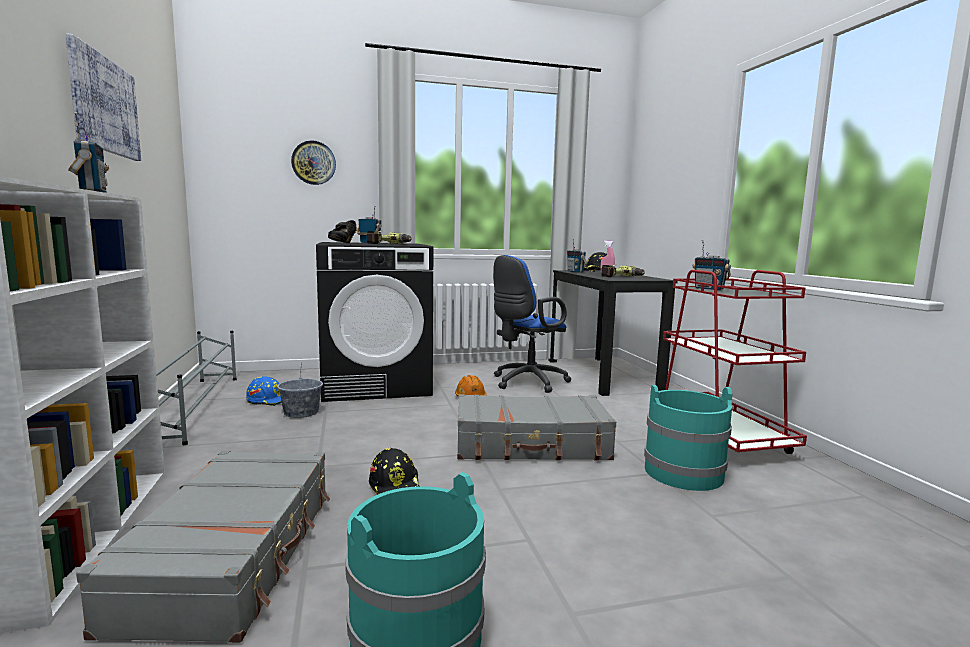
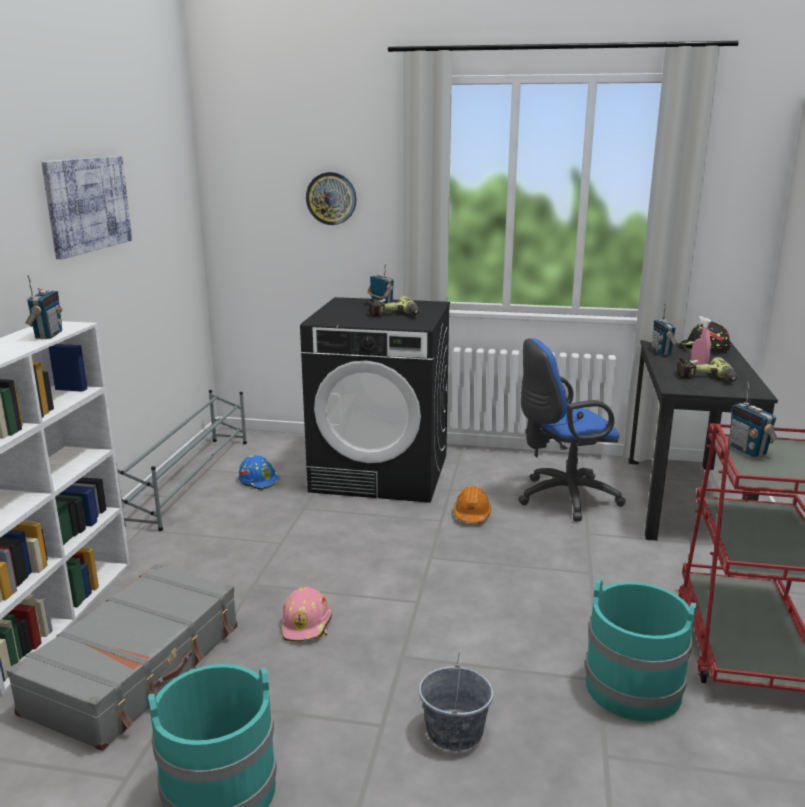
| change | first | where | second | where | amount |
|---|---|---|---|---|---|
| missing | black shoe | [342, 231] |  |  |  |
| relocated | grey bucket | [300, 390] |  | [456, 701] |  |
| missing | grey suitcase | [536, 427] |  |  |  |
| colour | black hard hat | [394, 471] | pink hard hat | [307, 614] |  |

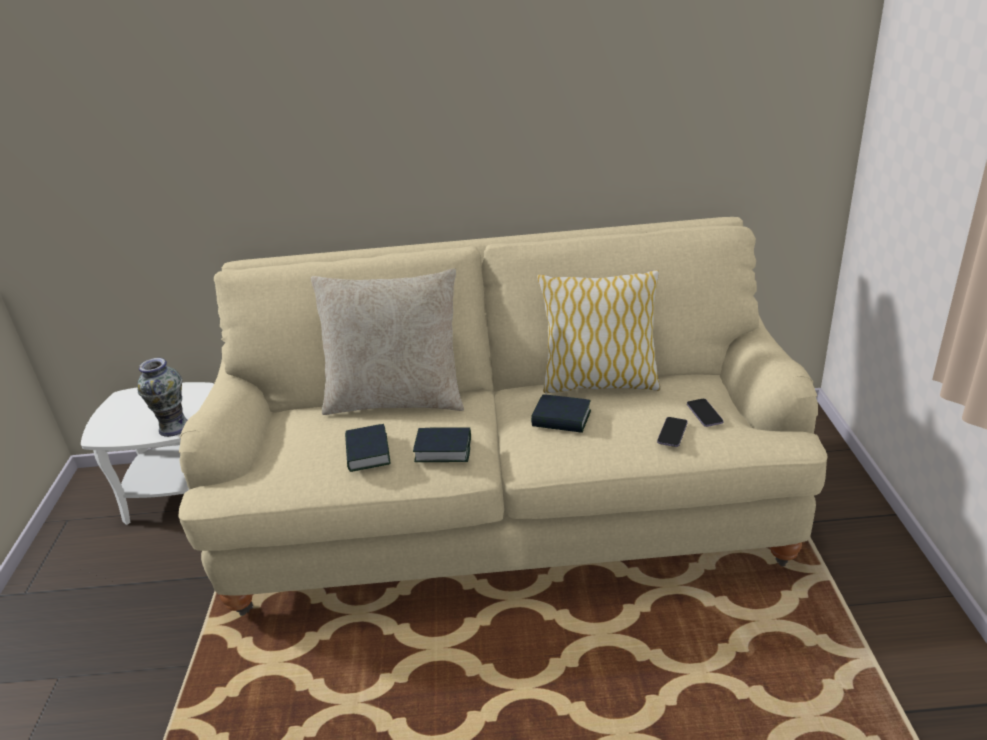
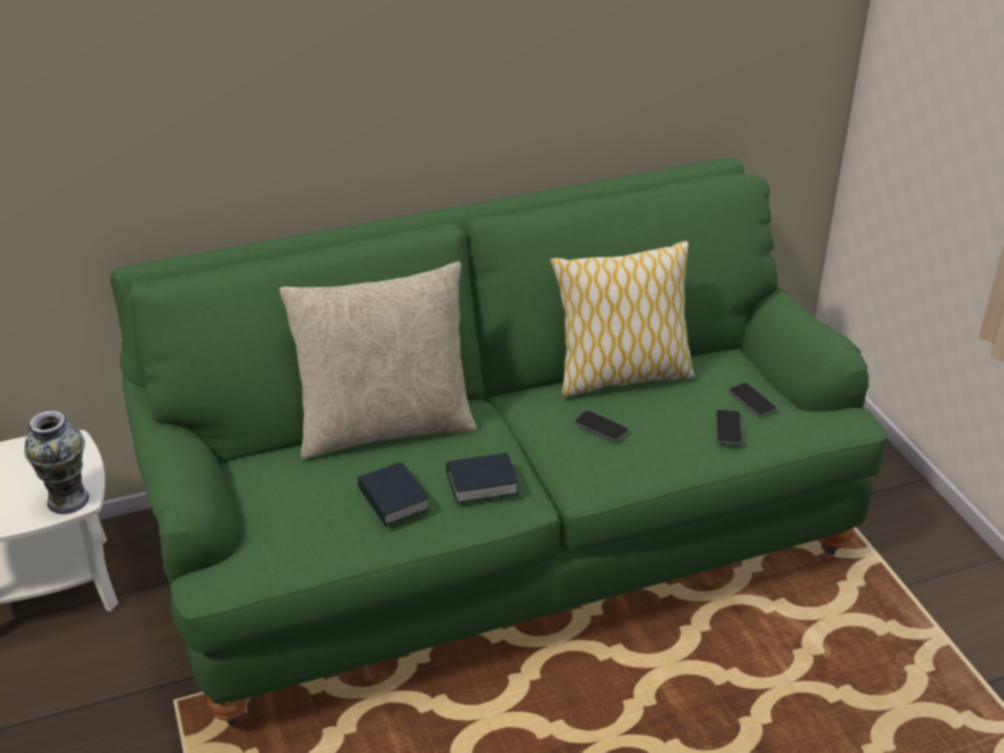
| change | first | where | second | where | amount |
|---|---|---|---|---|---|
| colour | beige sofa | [503, 416] | green sofa | [498, 442] |  |
| exchanged | book | [561, 413] | phone | [601, 426] |  |

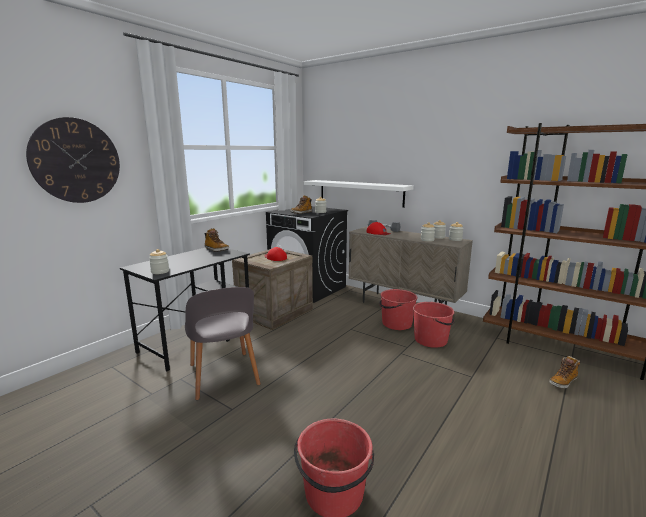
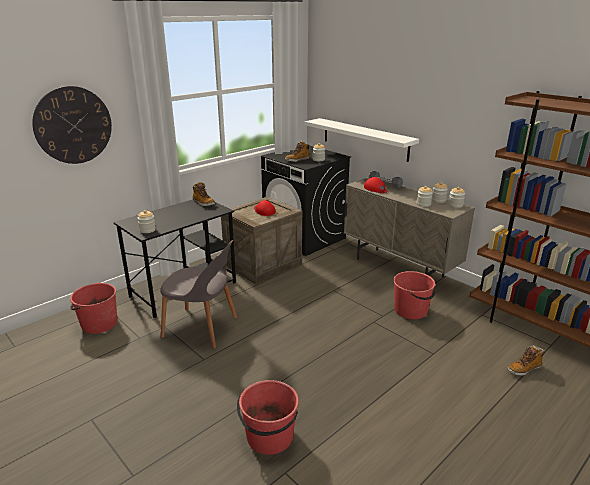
| change | first | where | second | where | amount |
|---|---|---|---|---|---|
| spun | grey chair | [223, 343] |  | [198, 294] | 60 degrees counterclockwise |
| relocated | red bucket | [398, 309] |  | [93, 308] |  |

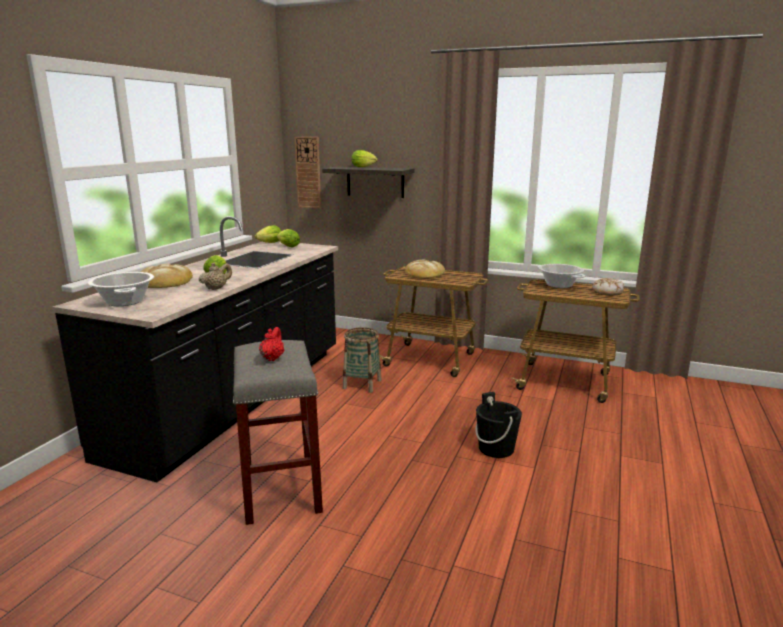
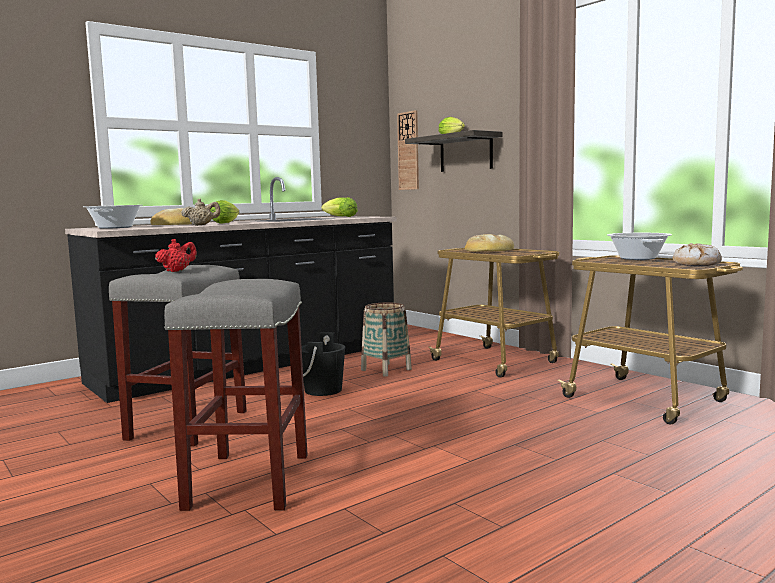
| change | first | where | second | where | amount |
|---|---|---|---|---|---|
| relocated | black bucket | [498, 425] |  | [323, 364] |  |
| appeared |  |  | grey stool | [236, 395] |  |

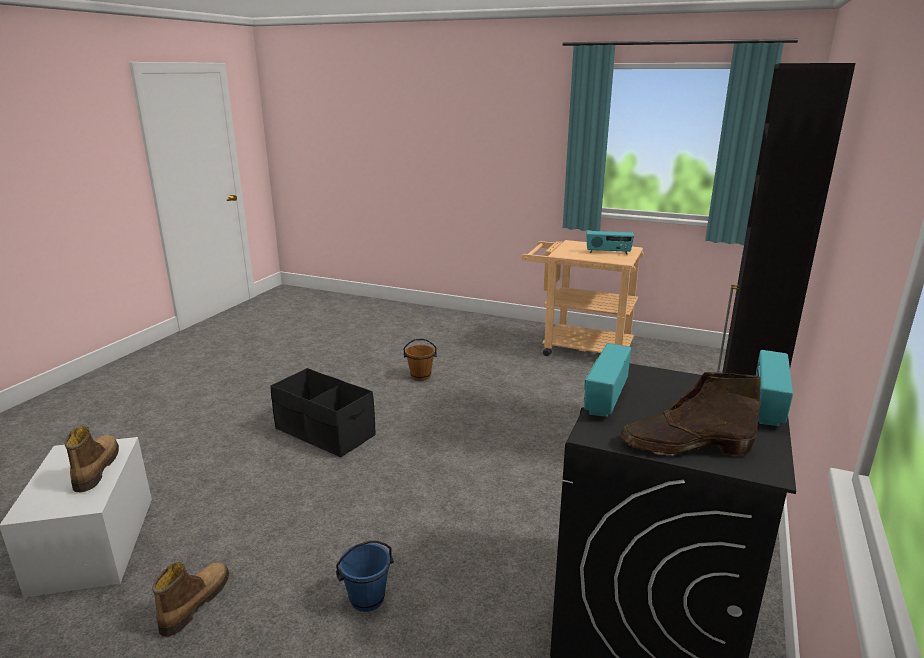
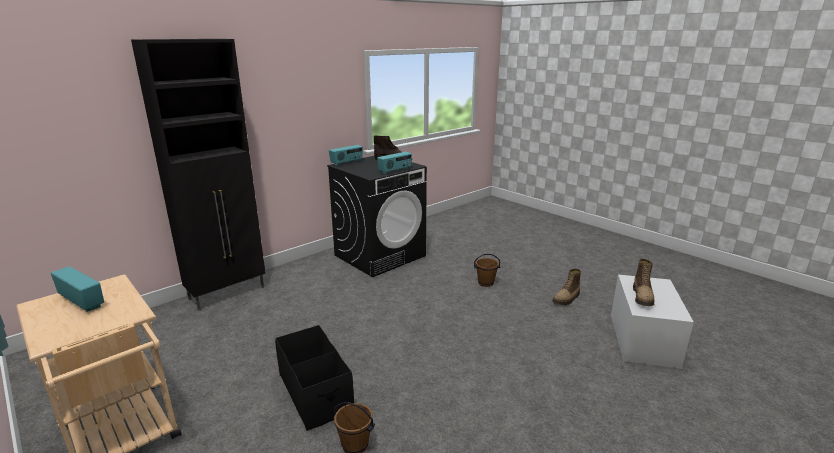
| change | first | where | second | where | amount |
|---|---|---|---|---|---|
| relocated | black storage box | [322, 413] |  | [314, 378] |  |
| colour | blue bucket | [365, 576] | brown bucket | [487, 270] |  |

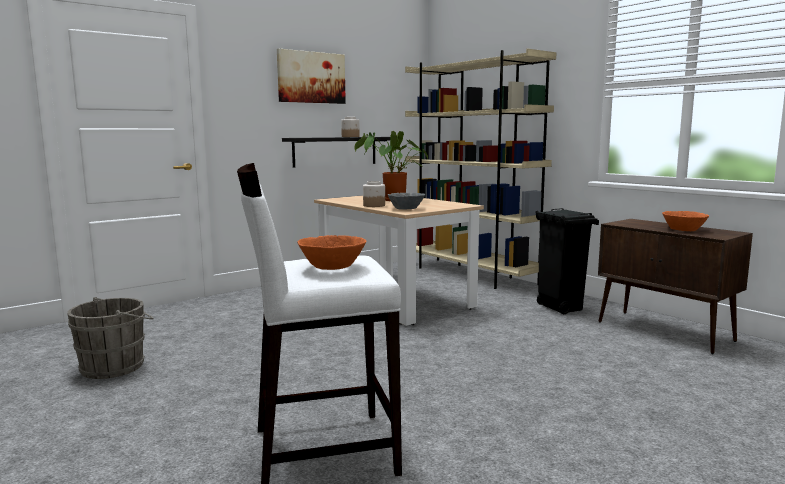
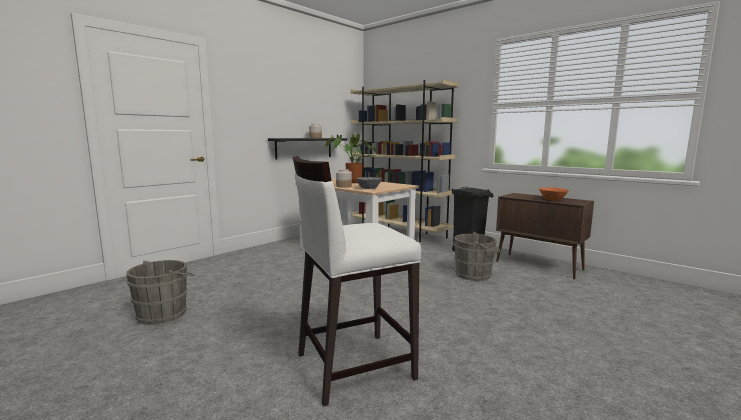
| change | first | where | second | where | amount |
|---|---|---|---|---|---|
| missing | picture | [311, 76] |  |  |  |
| missing | orange bowl | [332, 252] |  |  |  |
| appeared |  |  | grey bucket | [476, 256] |  |

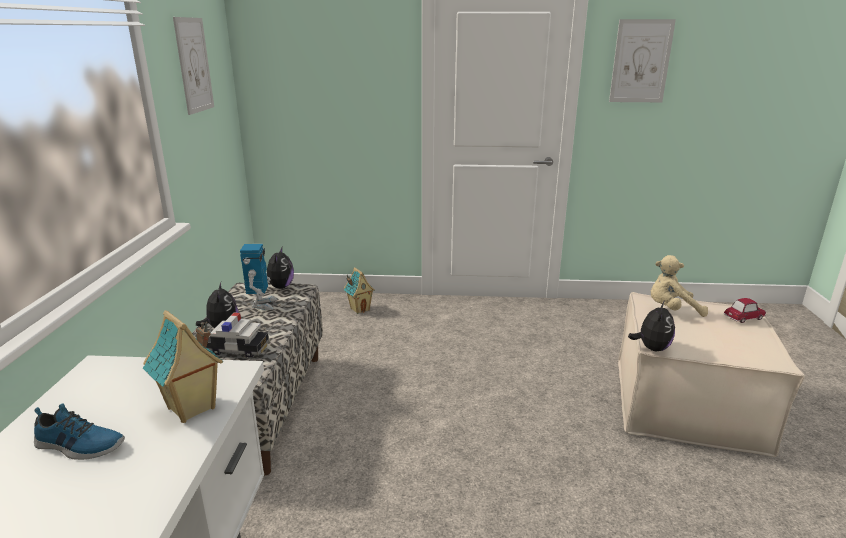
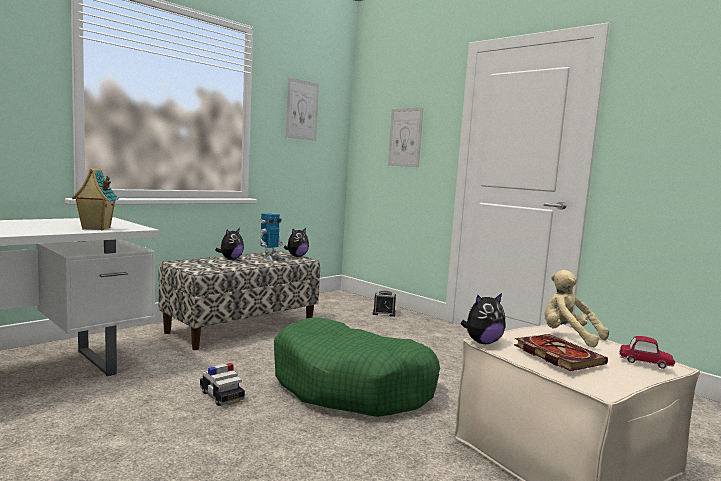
| change | first | where | second | where | amount |
|---|---|---|---|---|---|
| relocated | picture | [642, 60] |  | [405, 137] |  |
| exchanged | toy house | [359, 290] | alarm clock | [384, 304] |  |
| relocated | toy car | [238, 335] |  | [222, 384] |  |
| missing | shoe | [79, 431] |  |  |  |
| appeared |  |  | green dog bed | [357, 367] |  |
| appeared |  |  | book | [561, 352] |  |

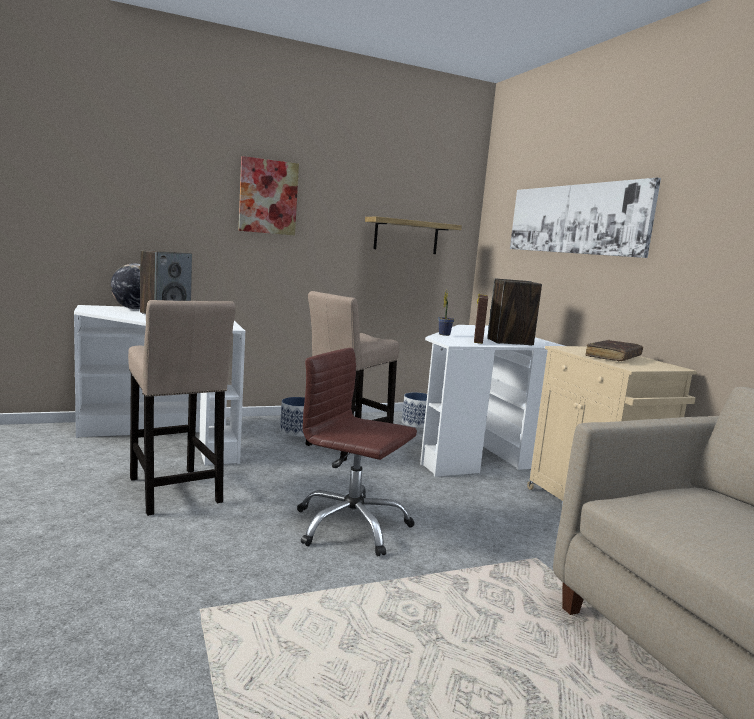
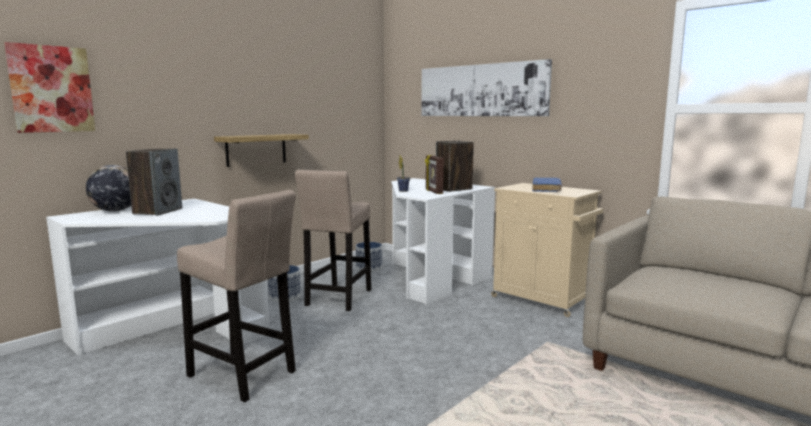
| change | first | where | second | where | amount |
|---|---|---|---|---|---|
| relocated | picture | [269, 195] |  | [49, 87] |  |
| relocated | shelf | [413, 235] |  | [261, 150] |  |
| colour | brown book | [614, 350] | blue book | [547, 185] |  |
| missing | brown office chair | [357, 452] |  |  |  |

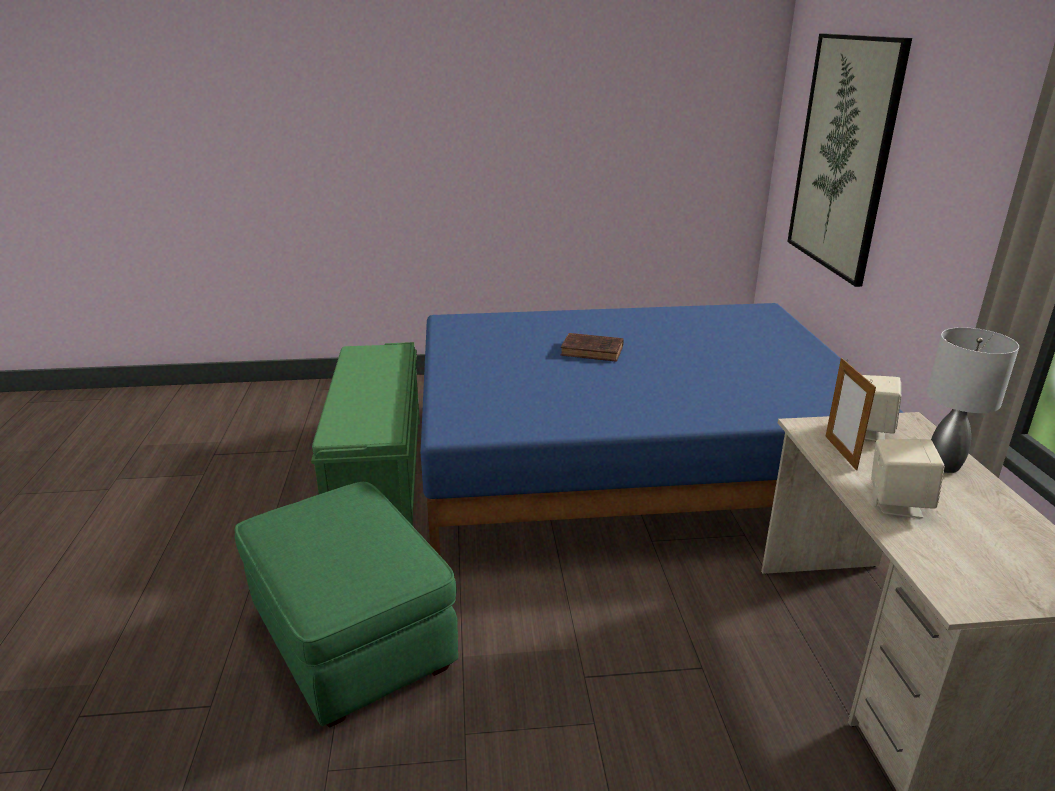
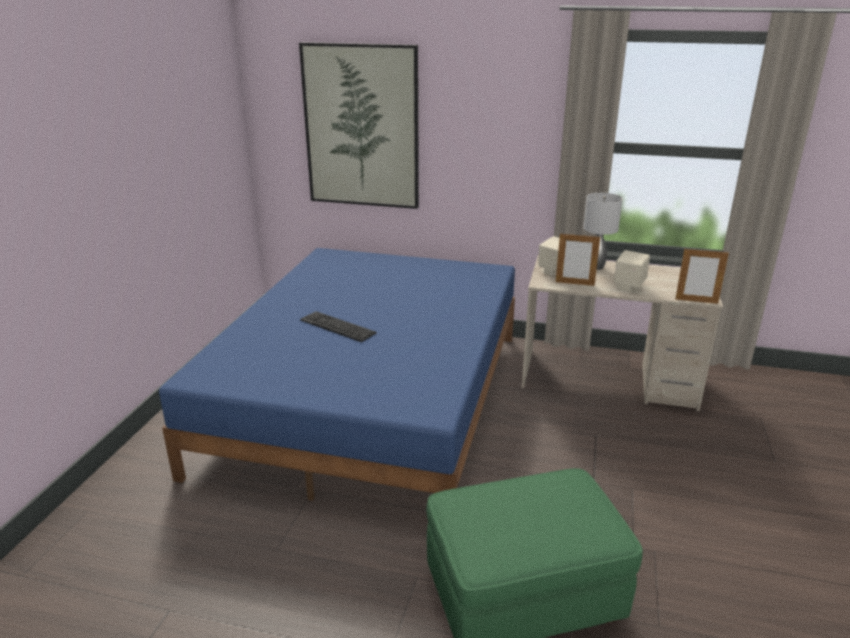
| change | first | where | second | where | amount |
|---|---|---|---|---|---|
| exchanged | brown book | [592, 347] | keyboard | [338, 326] |  |
| missing | green bench | [365, 434] |  |  |  |
| appeared |  |  | picture frame | [702, 275] |  |

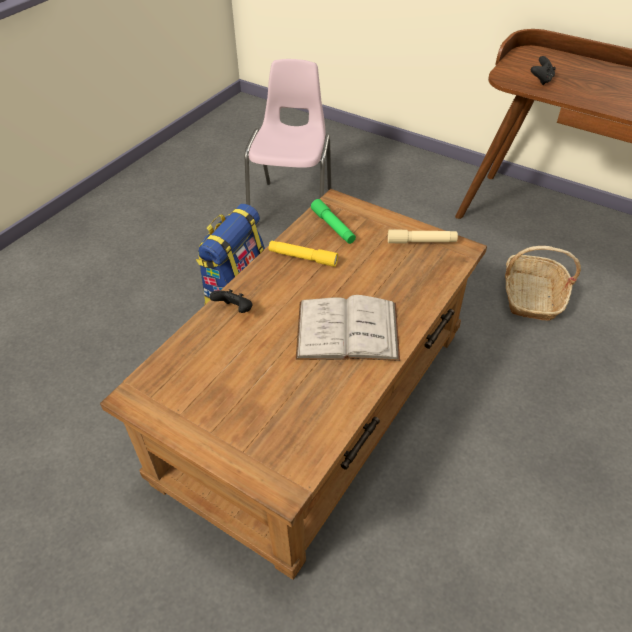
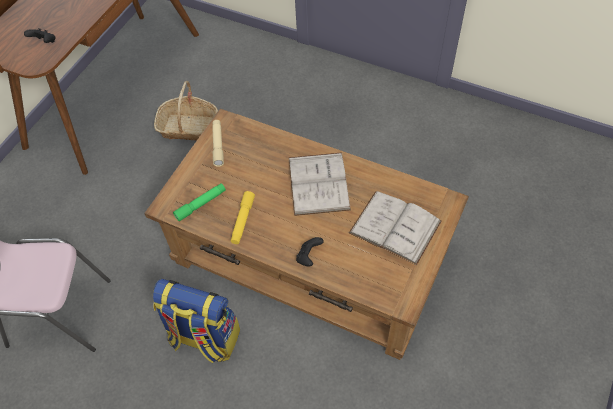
| change | first | where | second | where | amount |
|---|---|---|---|---|---|
| appeared |  |  | white book | [395, 228] |  |

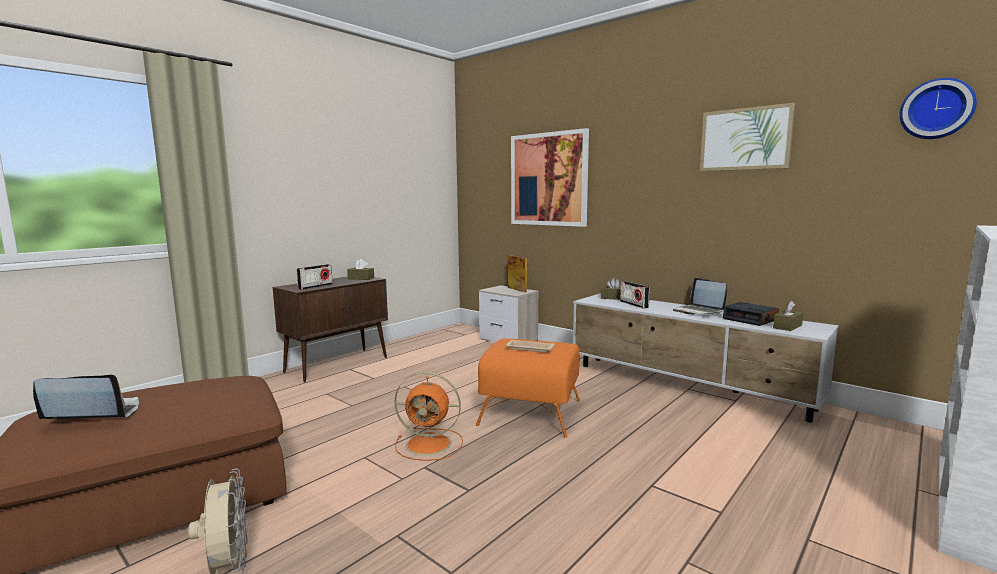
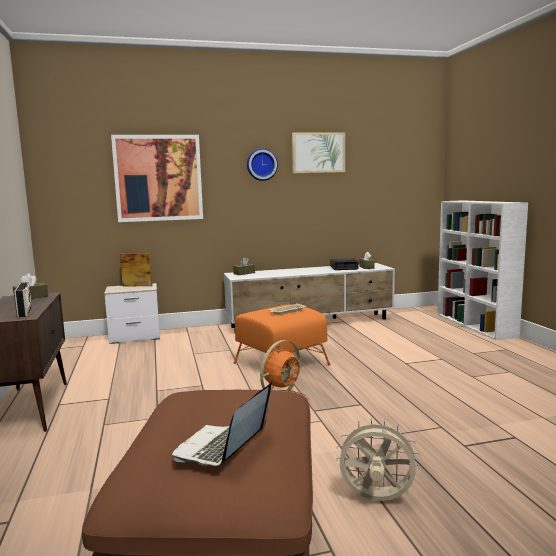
| change | first | where | second | where | amount |
|---|---|---|---|---|---|
| relocated | wall clock | [938, 108] |  | [262, 164] |  |
| missing | laptop | [700, 296] |  |  |  |
| missing | radio | [635, 294] |  |  |  |

